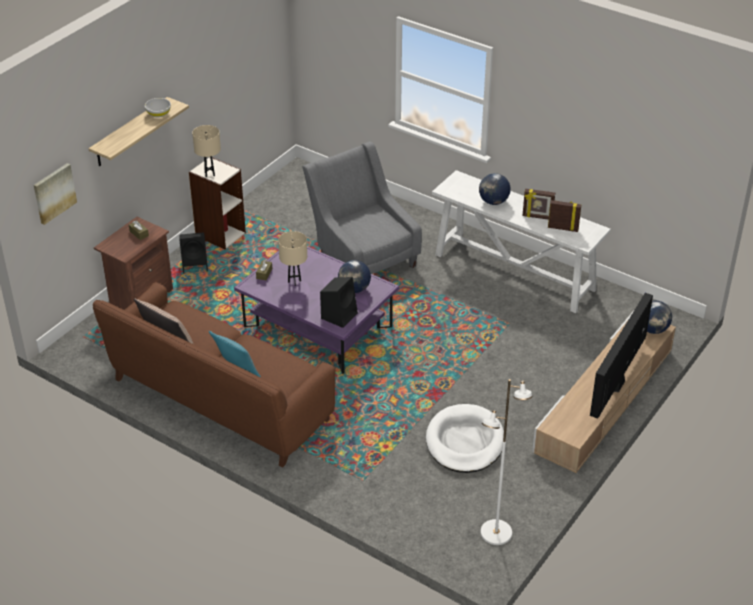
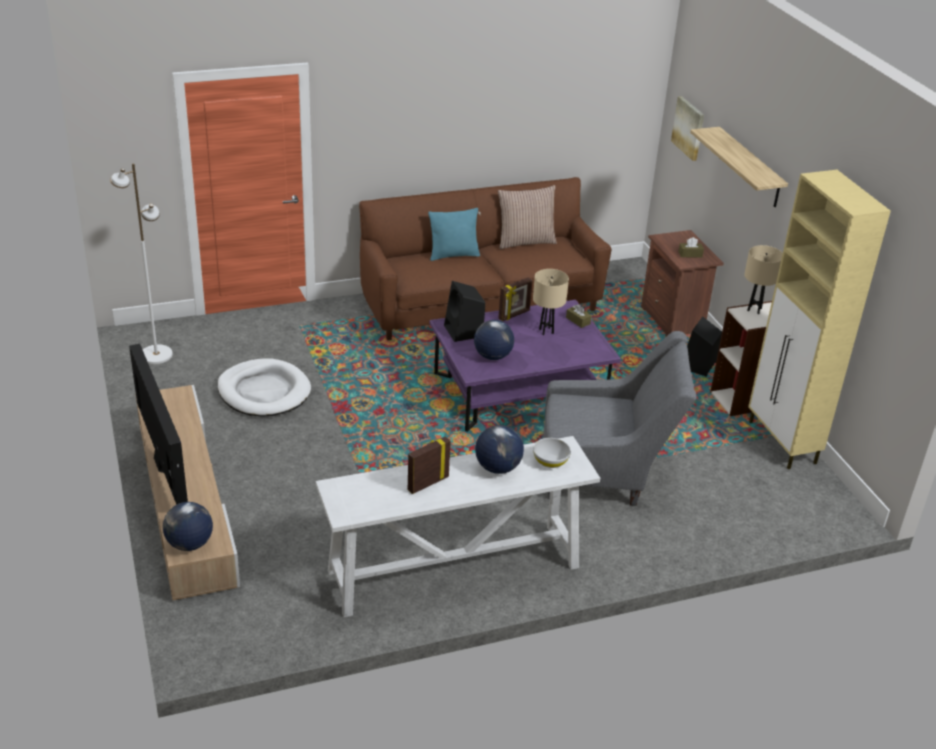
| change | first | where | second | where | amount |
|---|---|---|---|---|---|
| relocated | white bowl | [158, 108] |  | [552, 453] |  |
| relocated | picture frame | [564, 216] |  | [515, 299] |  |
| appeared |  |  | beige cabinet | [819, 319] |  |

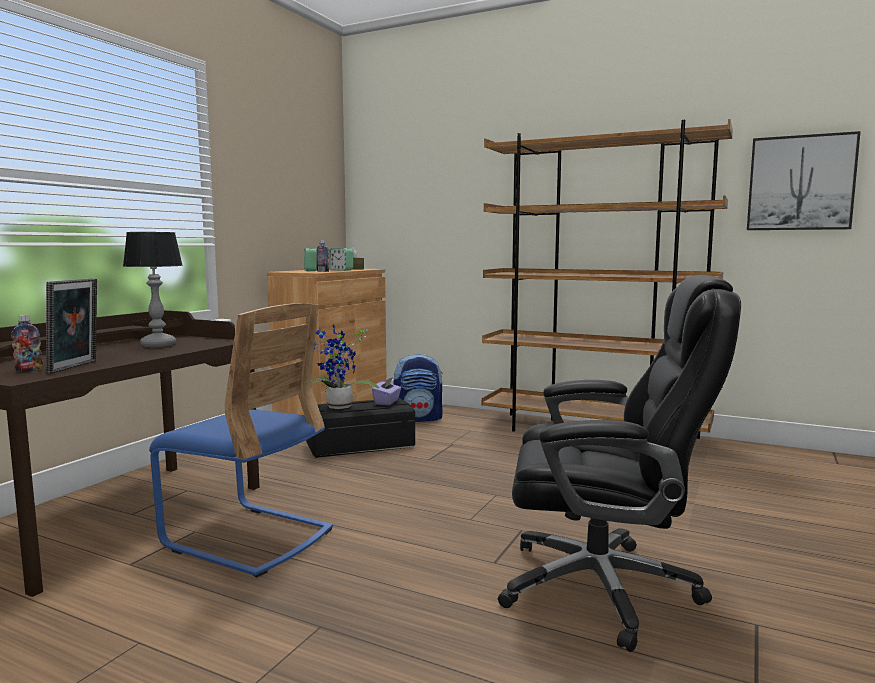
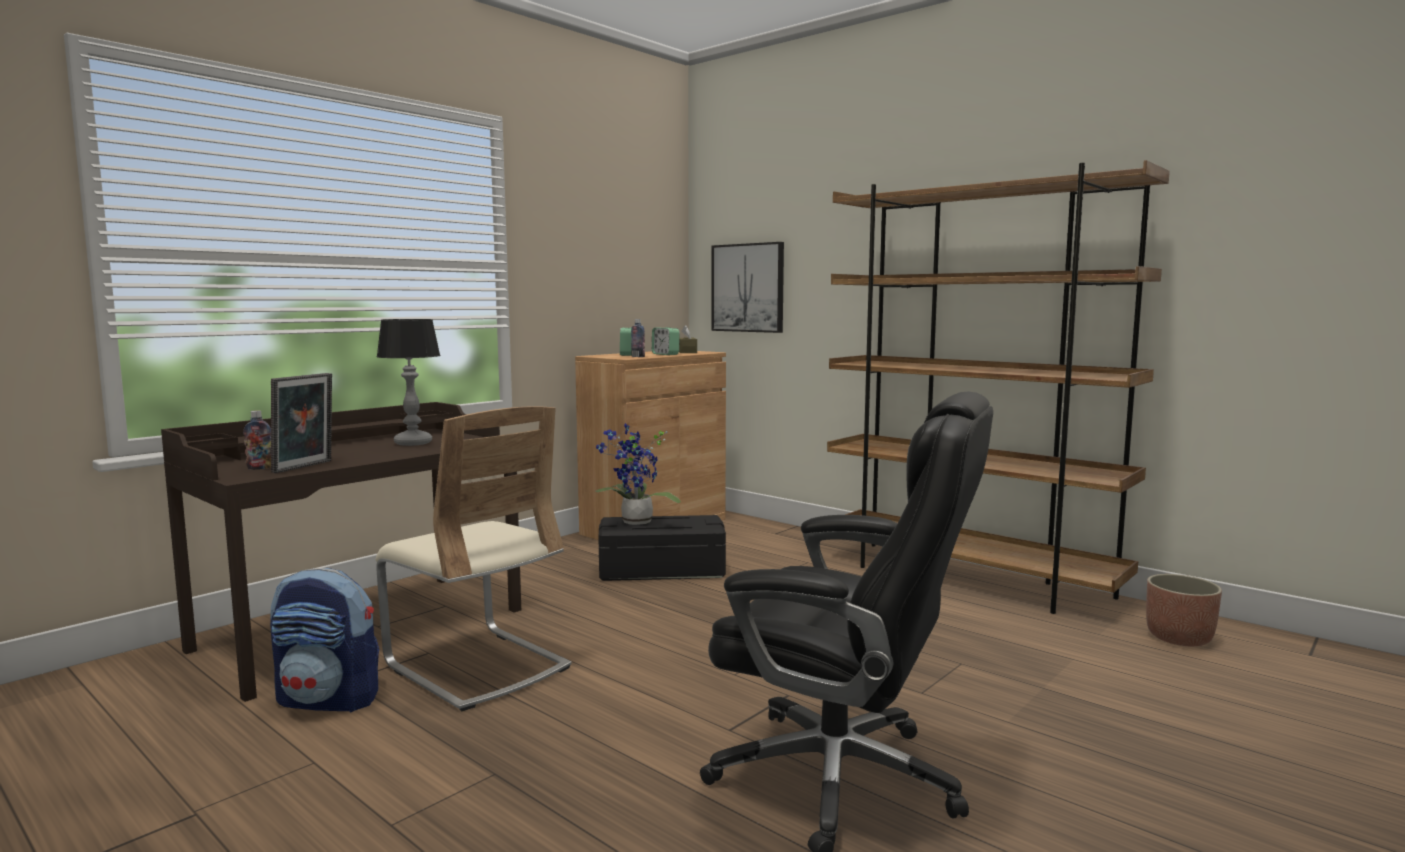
| change | first | where | second | where | amount |
|---|---|---|---|---|---|
| relocated | picture | [804, 180] |  | [747, 287] |  |
| colour | blue chair | [241, 440] | beige chair | [473, 559] |  |
| relocated | backpack | [418, 388] |  | [324, 640] |  |
| missing | purple tissue box | [386, 391] |  |  |  |
| appeared |  |  | planter | [1184, 610] |  |

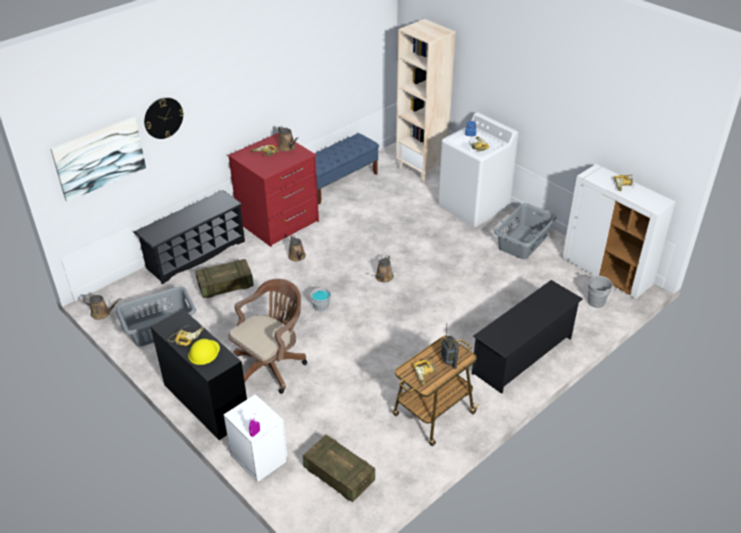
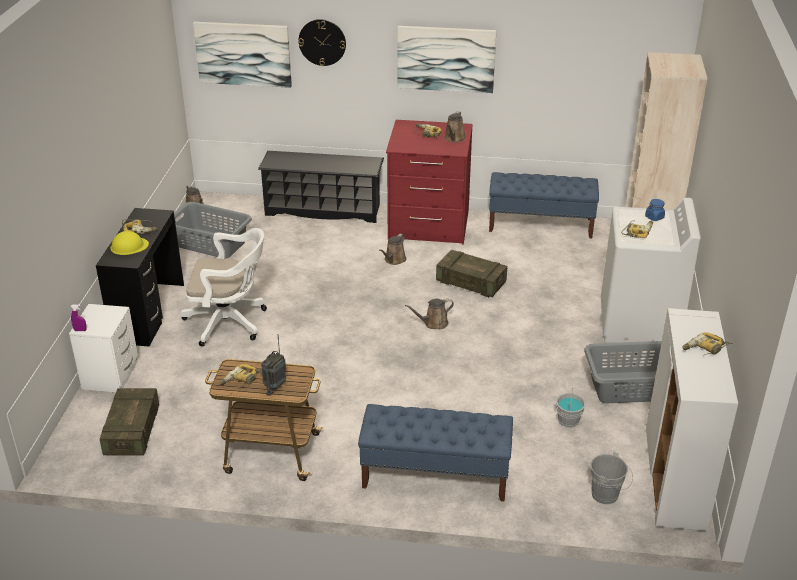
| change | first | where | second | where | amount |
|---|---|---|---|---|---|
| relocated | crate | [224, 278] |  | [471, 273] |  |
| colour | brown office chair | [267, 336] | white office chair | [223, 287] |  |
| exchanged | black shoe rack | [527, 337] | blue bench | [435, 453] |  |
| relocated | grey bucket | [320, 298] |  | [571, 407] |  |
| appeared |  |  | picture | [447, 59] |  |

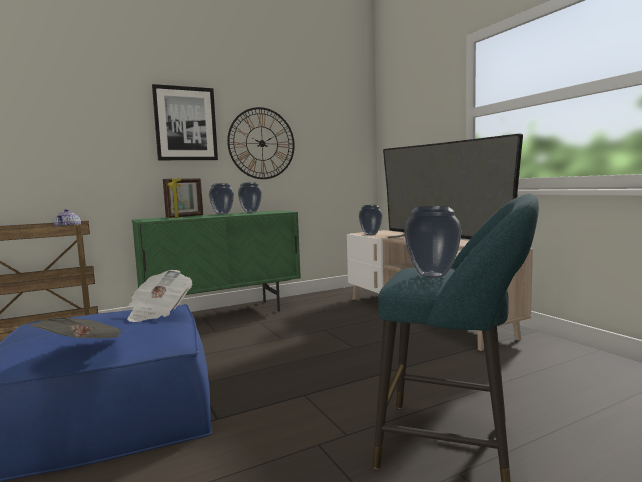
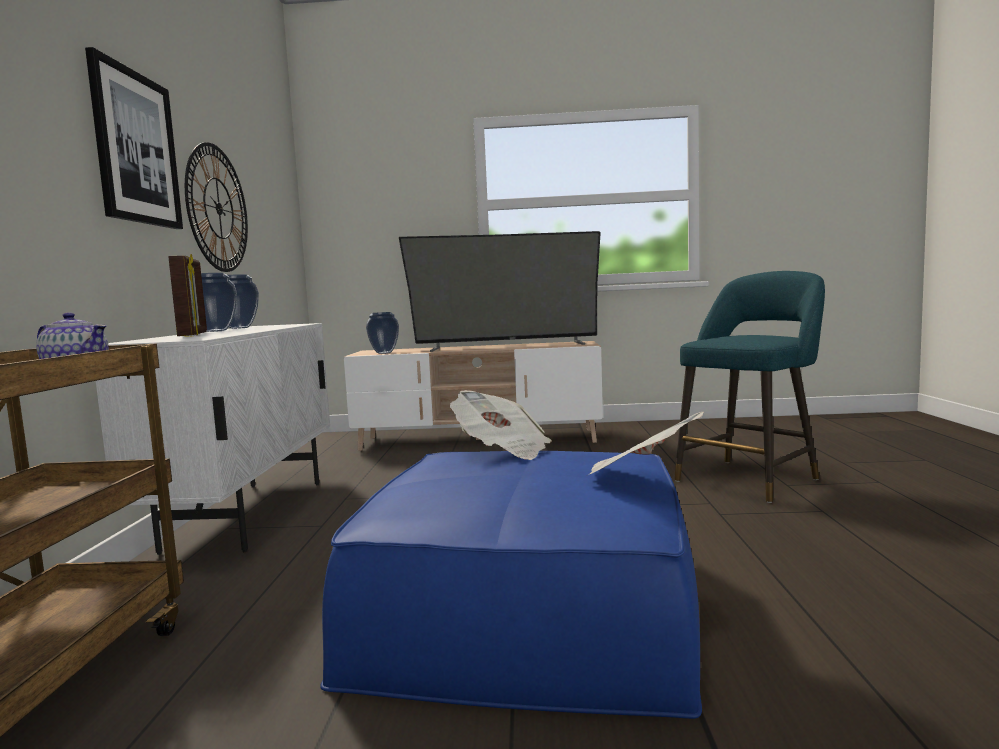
| change | first | where | second | where | amount |
|---|---|---|---|---|---|
| missing | vase | [433, 242] |  |  |  |
| colour | green cabinet | [216, 261] | white cabinet | [213, 439] |  |

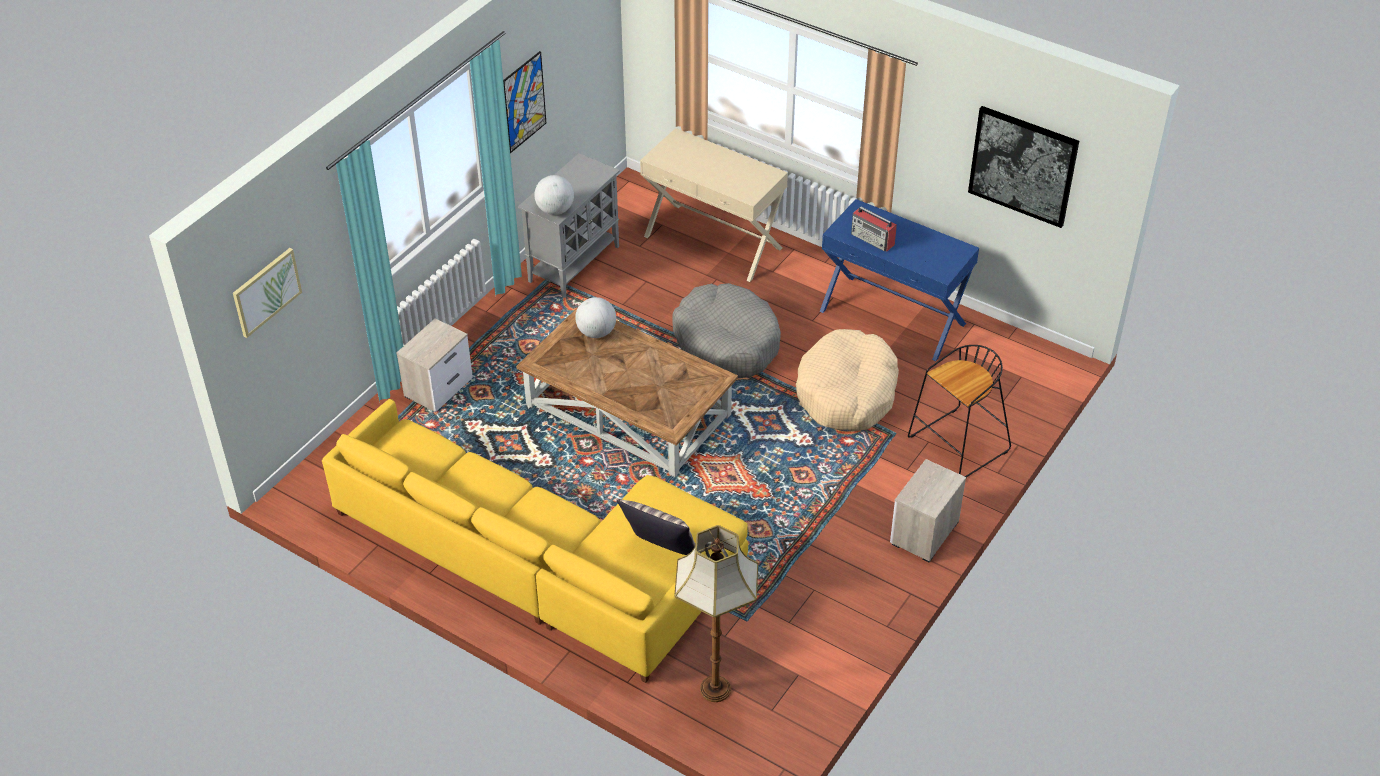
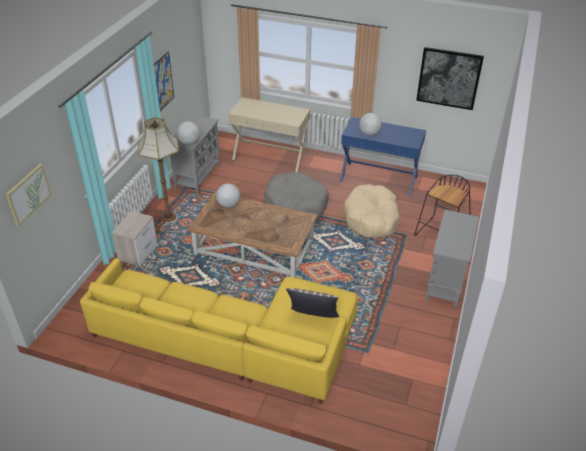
| change | first | where | second | where | amount |
|---|---|---|---|---|---|
| exchanged | radio | [874, 229] | globe | [370, 124] |  |
| exchanged | nightstand | [928, 510] | grey cabinet | [452, 259] |  |
| relocated | floor lamp | [716, 613] |  | [158, 169] |  |

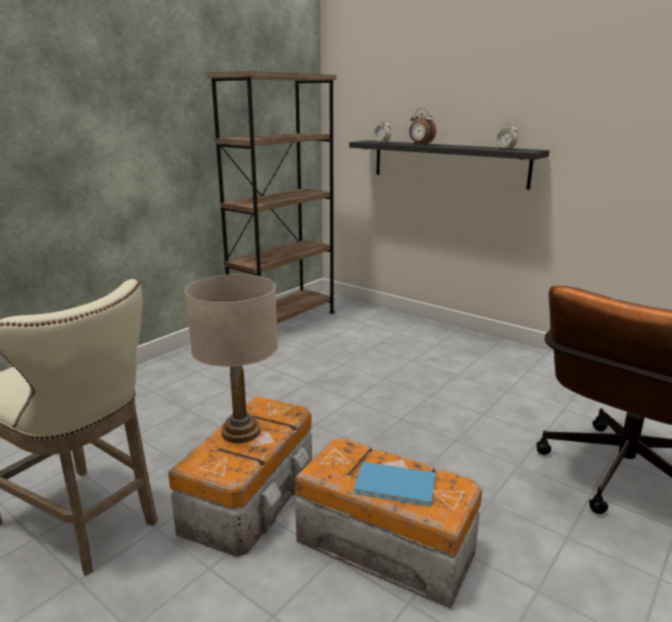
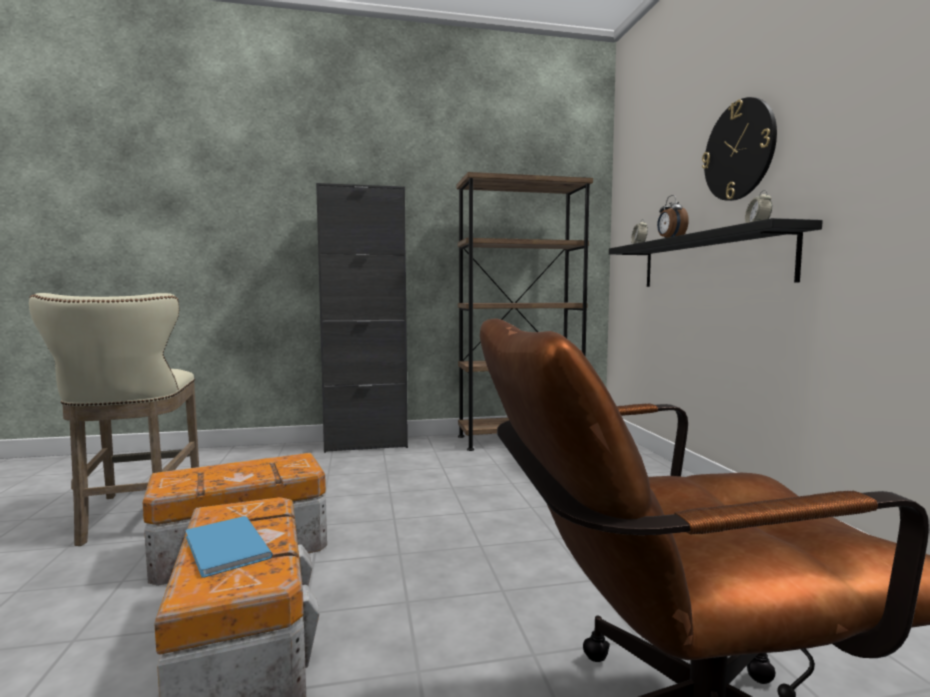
| change | first | where | second | where | amount |
|---|---|---|---|---|---|
| missing | beige table lamp | [231, 358] |  |  |  |
| appeared |  |  | wall clock | [739, 149] |  |
| appeared |  |  | black cabinet | [362, 318] |  |

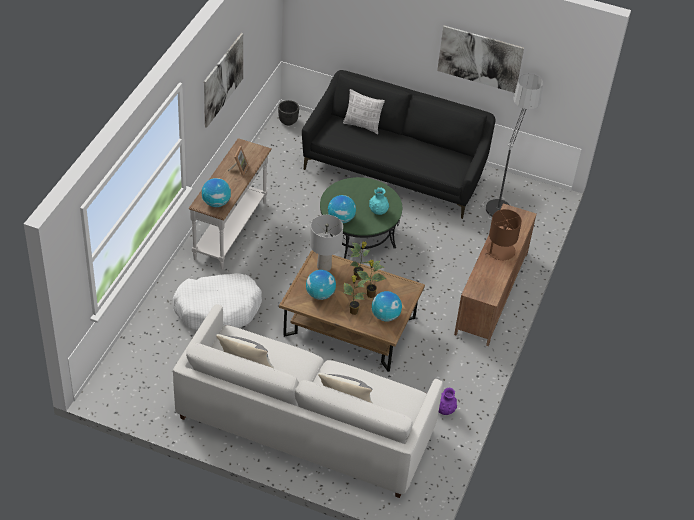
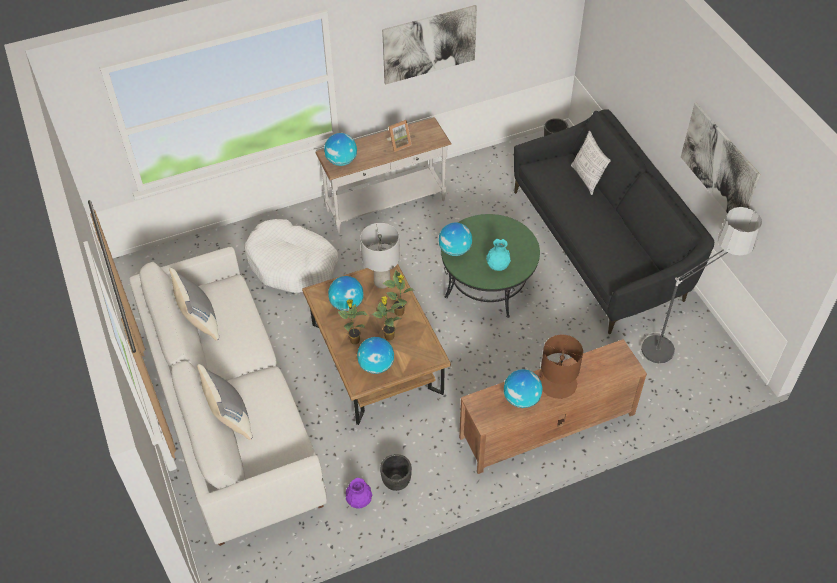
| change | first | where | second | where | amount |
|---|---|---|---|---|---|
| appeared |  |  | globe | [523, 388] |  |
| appeared |  |  | black planter | [396, 472] |  |

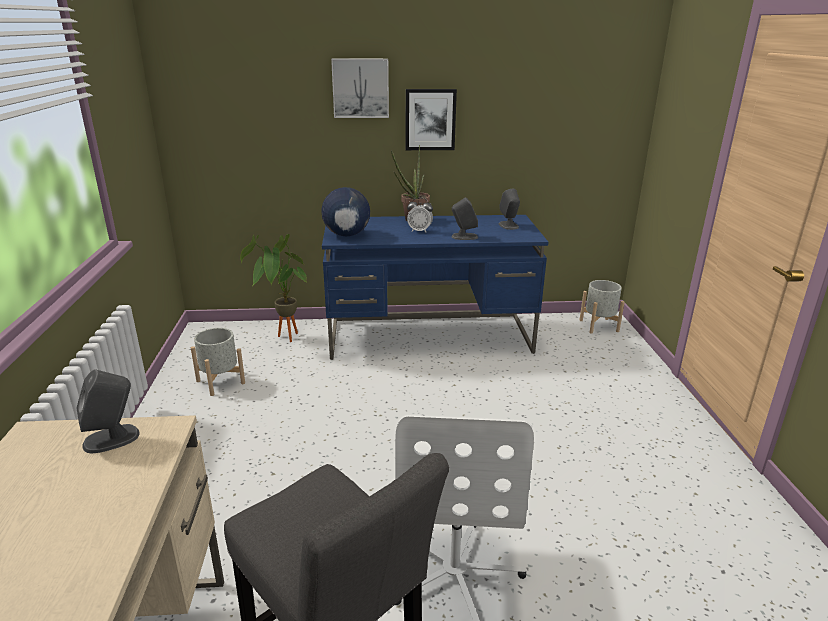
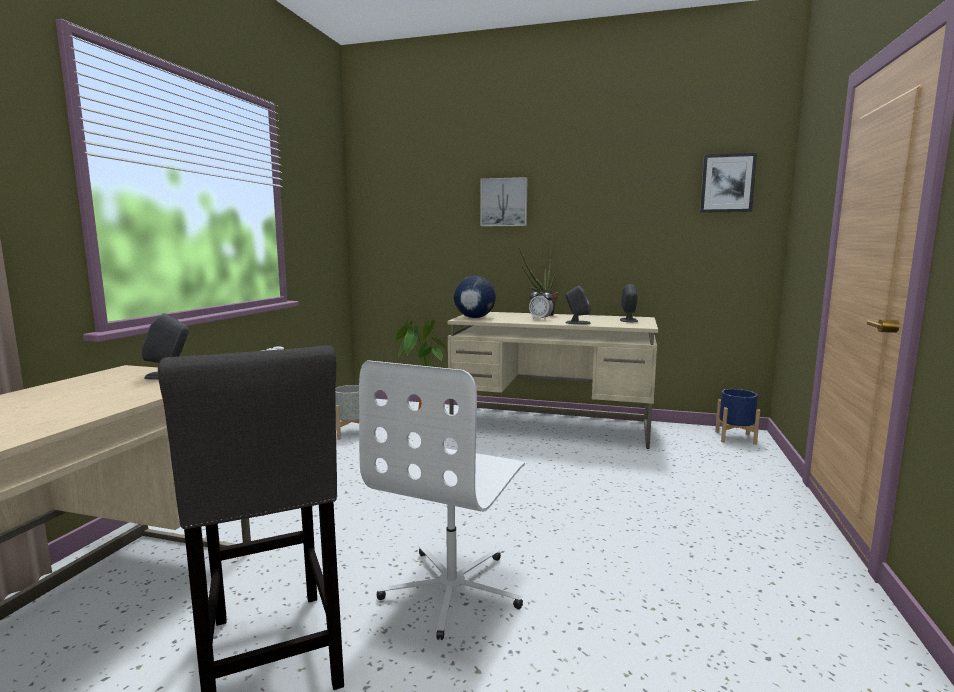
| change | first | where | second | where | amount |
|---|---|---|---|---|---|
| relocated | picture | [431, 119] |  | [728, 183] |  |
| colour | blue desk | [435, 287] | beige desk | [553, 380] |  |
| colour | grey planter | [602, 307] | blue planter | [737, 417] |  |

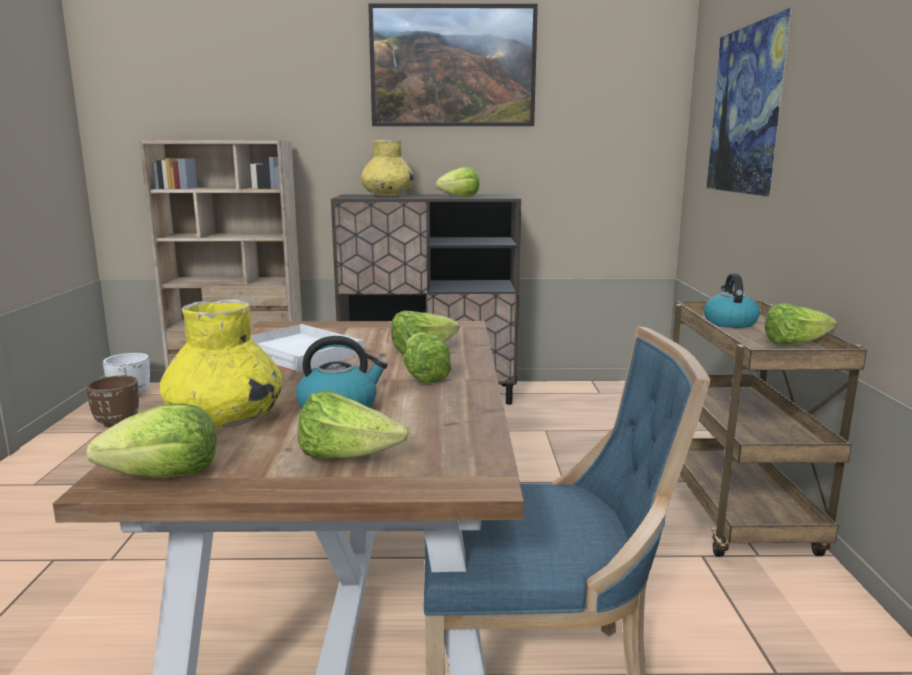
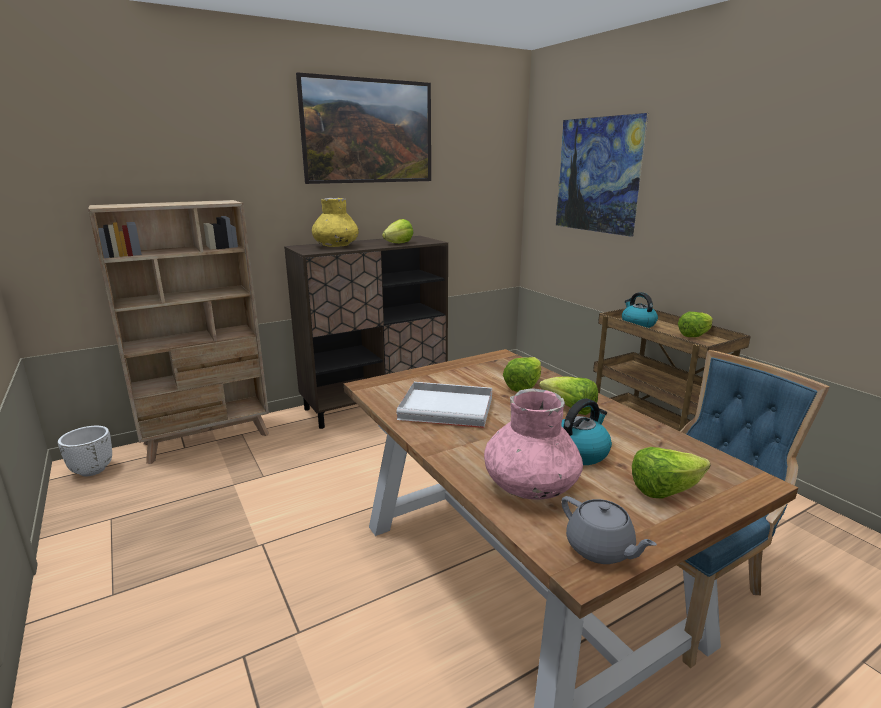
| change | first | where | second | where | amount |
|---|---|---|---|---|---|
| colour | yellow vase | [221, 363] | pink vase | [533, 444] |  |
| missing | brown planter | [112, 402] |  |  |  |
| exchanged | lettuce | [152, 440] | grey teapot | [609, 530] |  |

